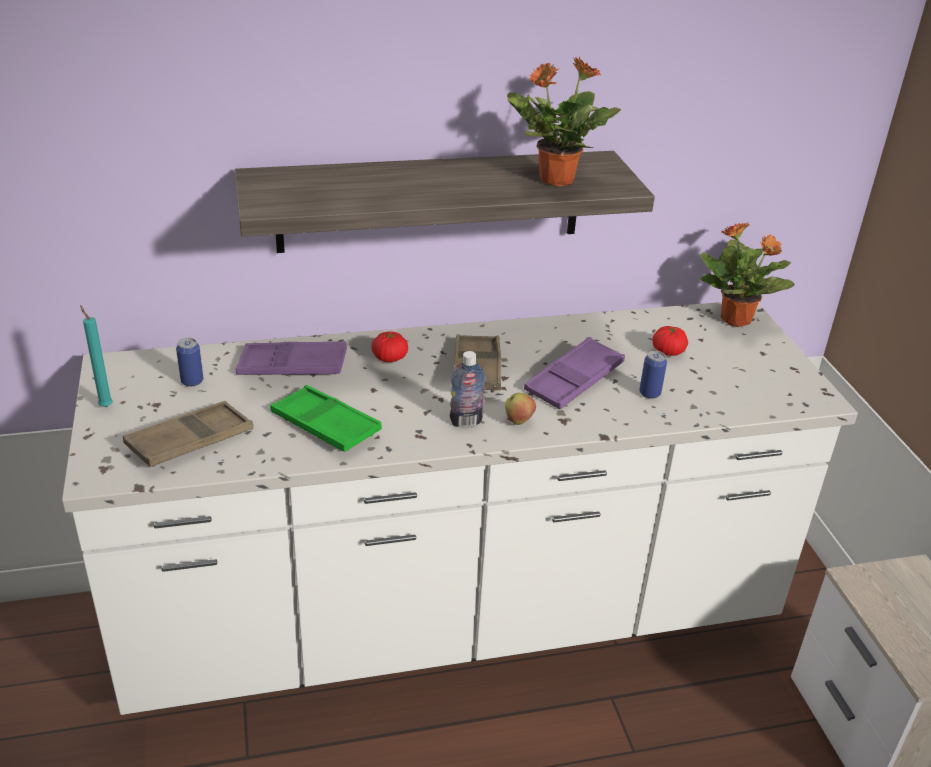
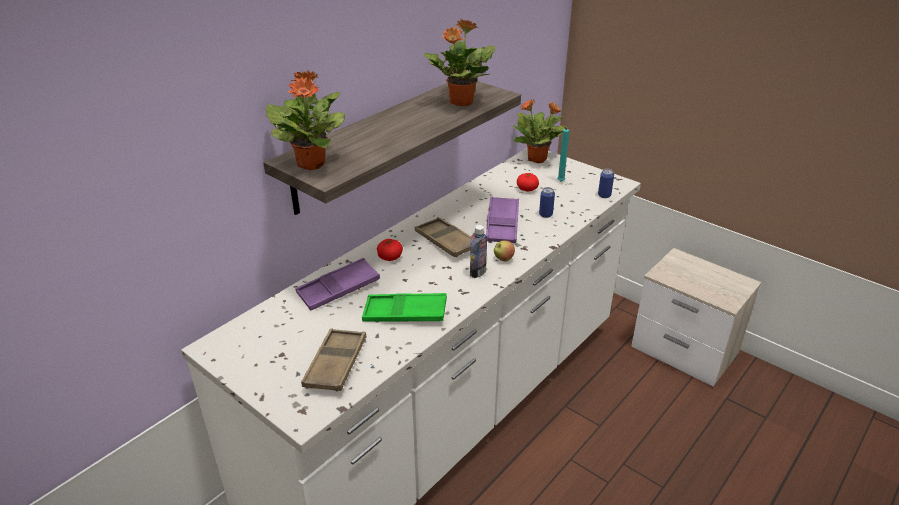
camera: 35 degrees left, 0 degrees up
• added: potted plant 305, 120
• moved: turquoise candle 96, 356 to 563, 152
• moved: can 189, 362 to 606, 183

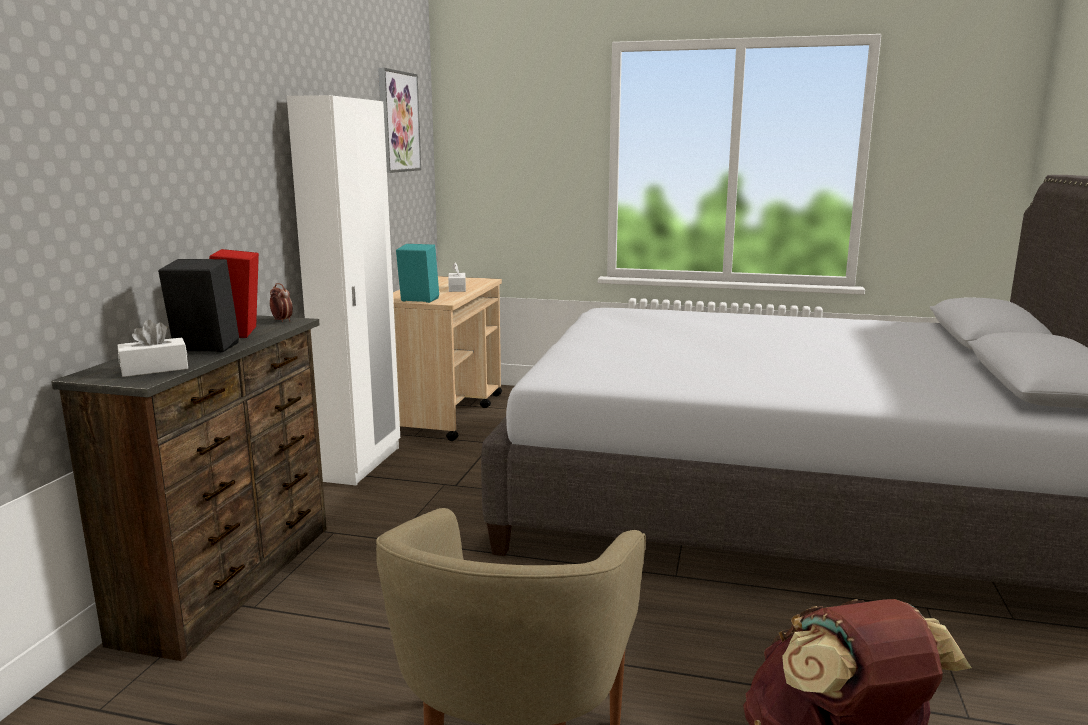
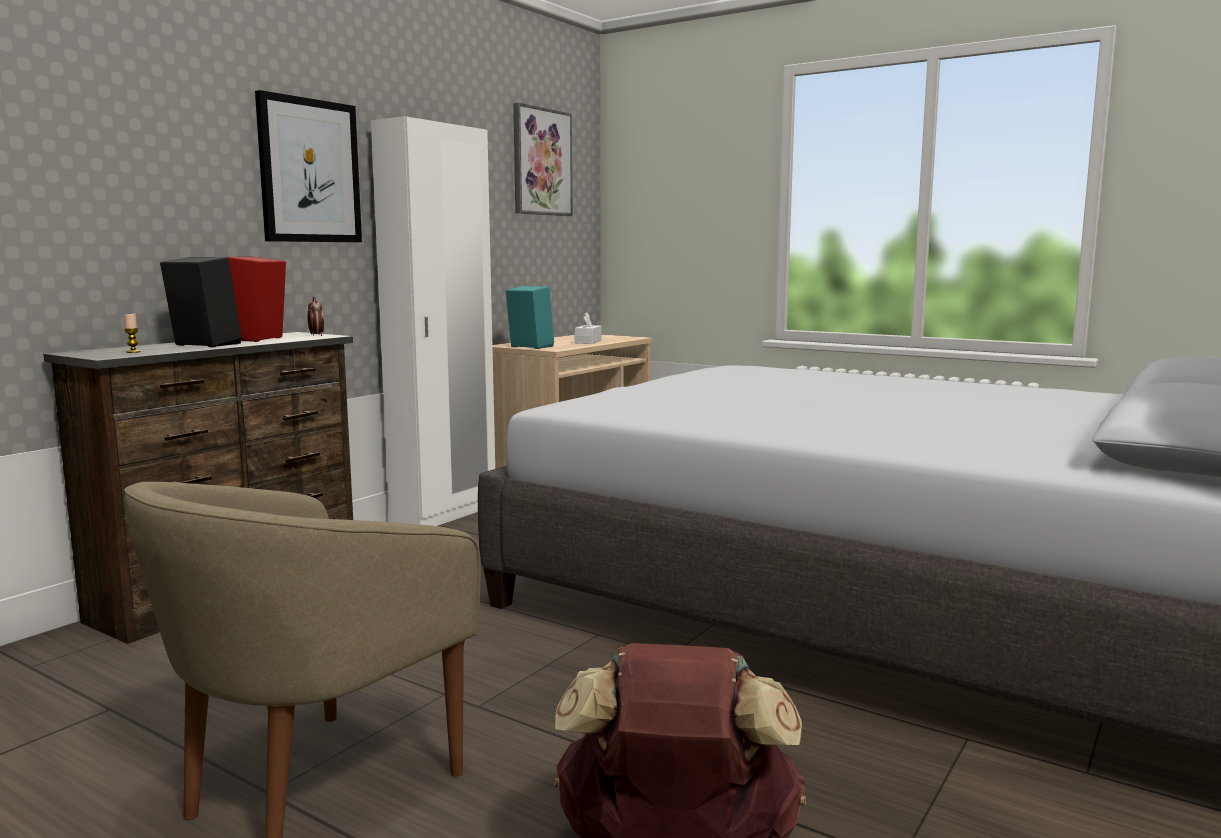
camera: 20 degrees right, 5 degrees down
• replaced: white tissue box 153, 348 to candle 132, 333
• added: picture 308, 166

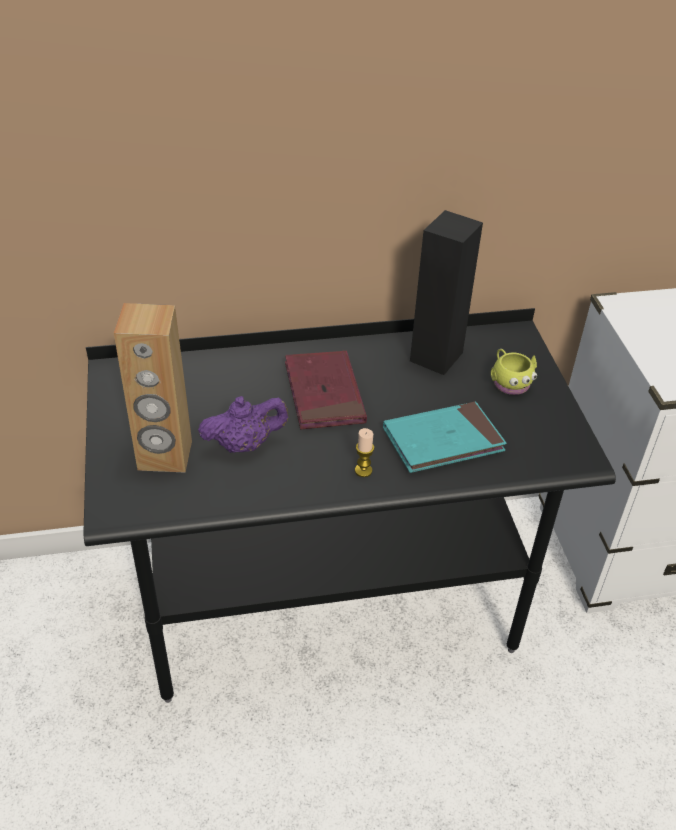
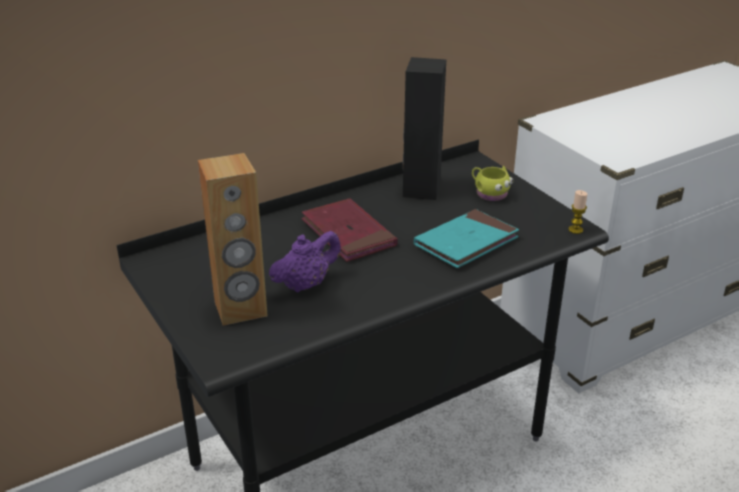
camera: 20 degrees left, 10 degrees down
• moved: candle 364, 452 to 577, 212

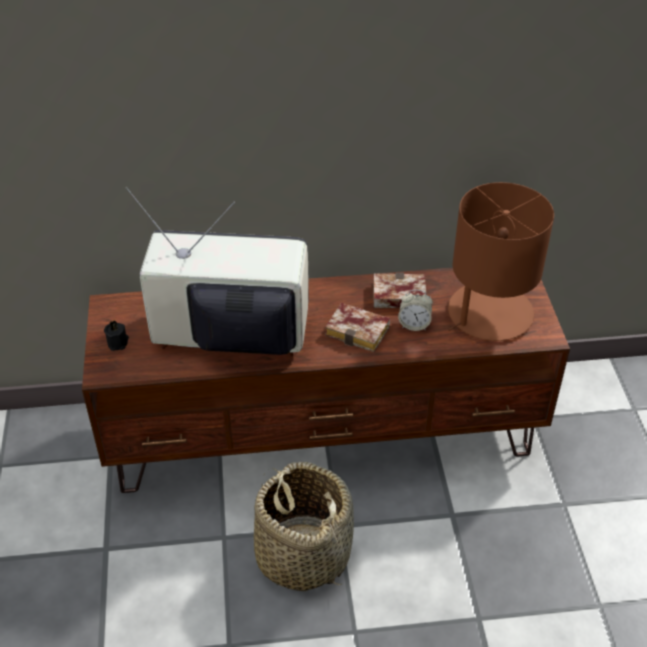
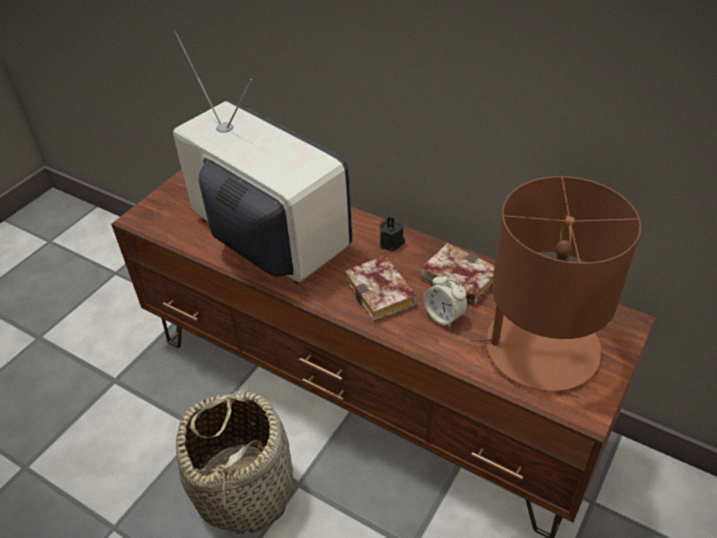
camera: 40 degrees right, 0 degrees up
• moved: black candle 116, 336 to 392, 234

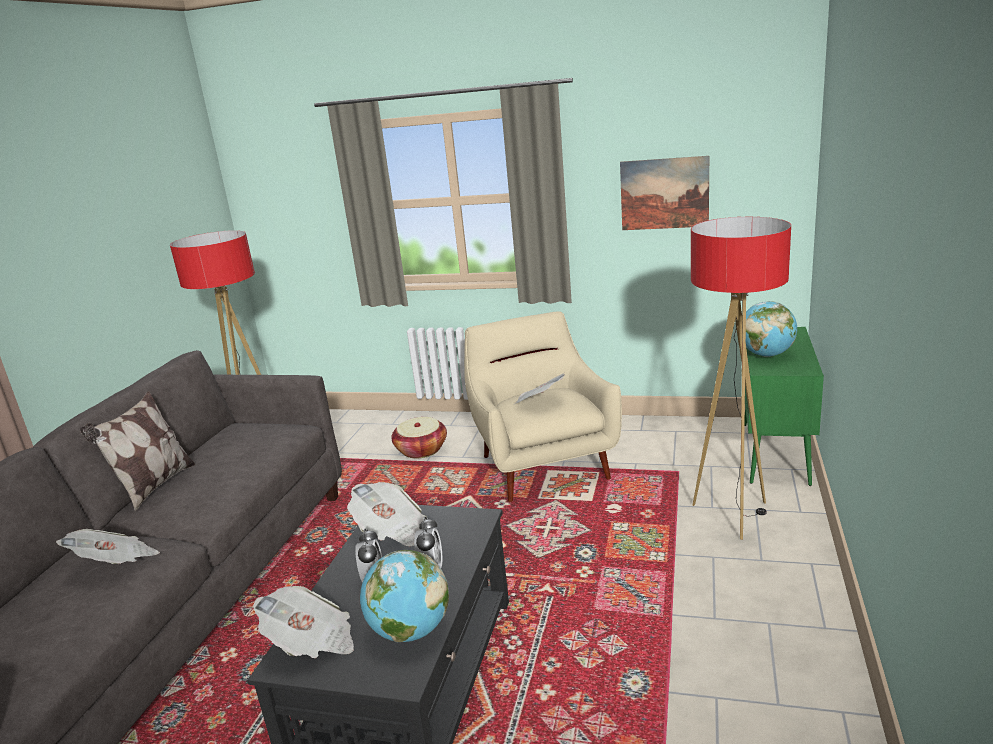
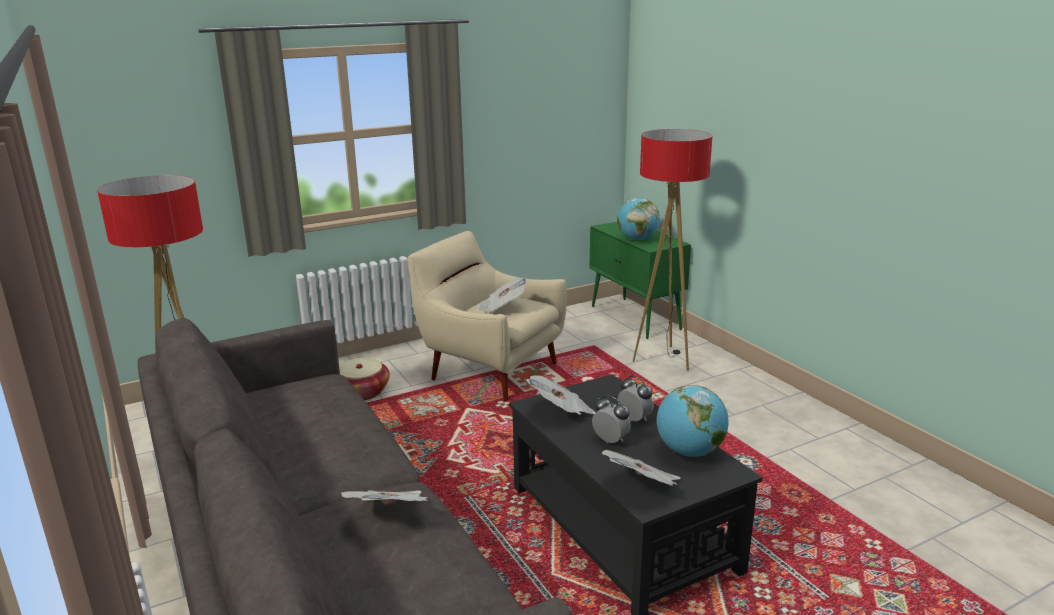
camera: 45 degrees left, 0 degrees up
• removed: pillow 137, 451
• removed: picture 664, 193

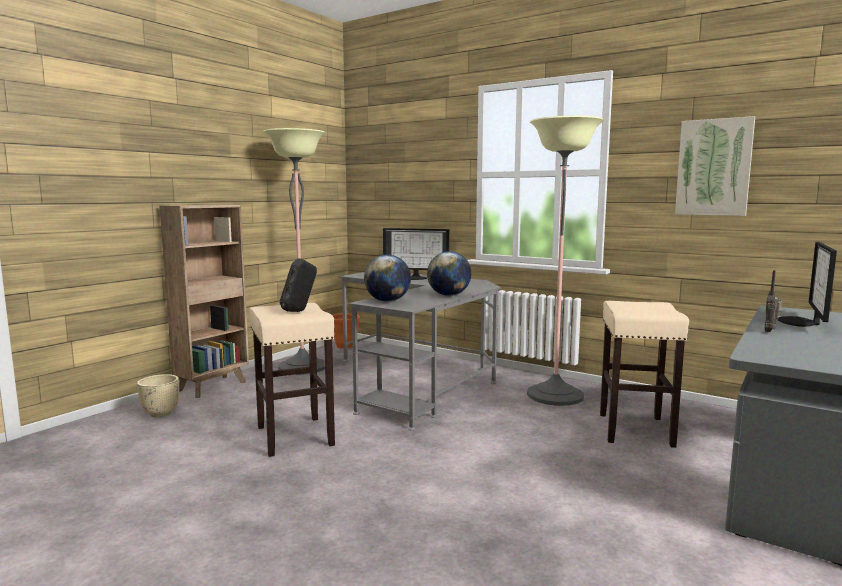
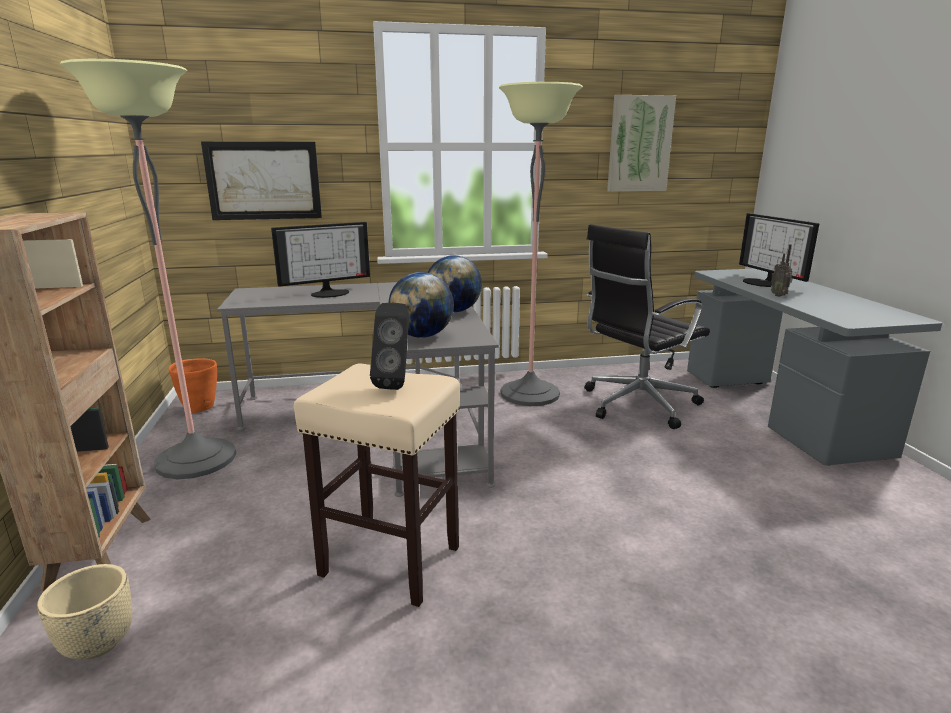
camera: 45 degrees left, 10 degrees up
• added: picture 261, 181
• replaced: beige stool 644, 374 to black office chair 647, 326

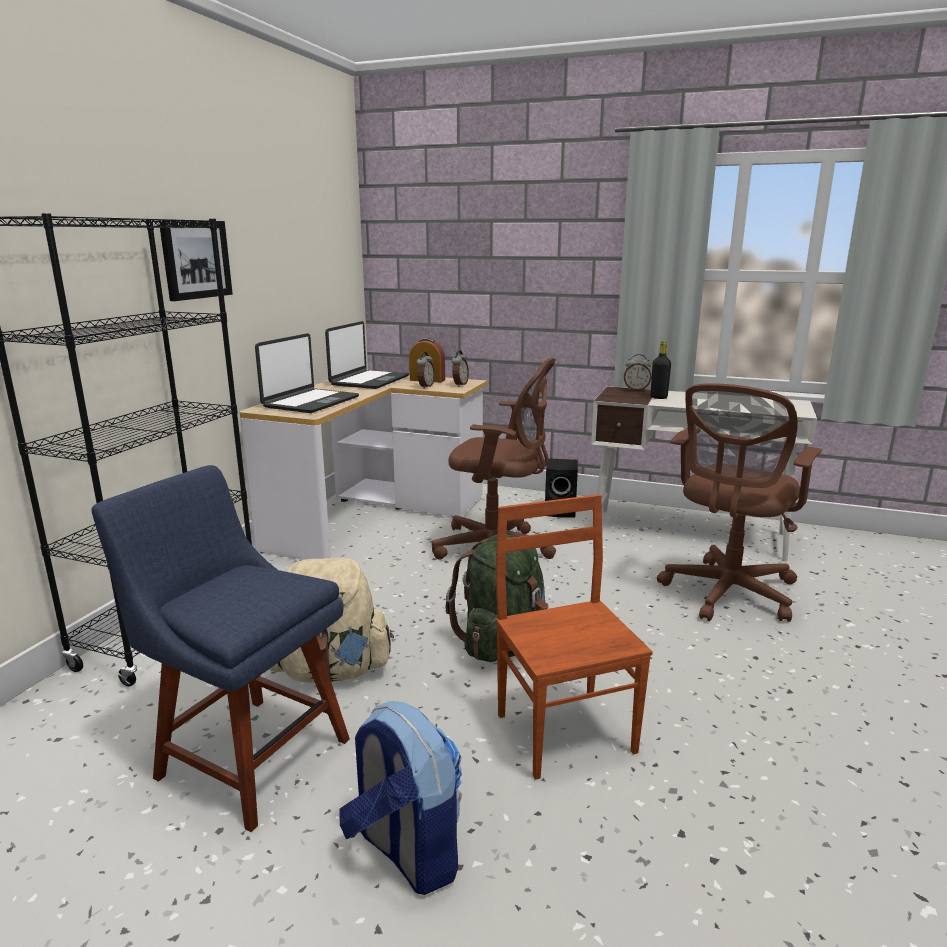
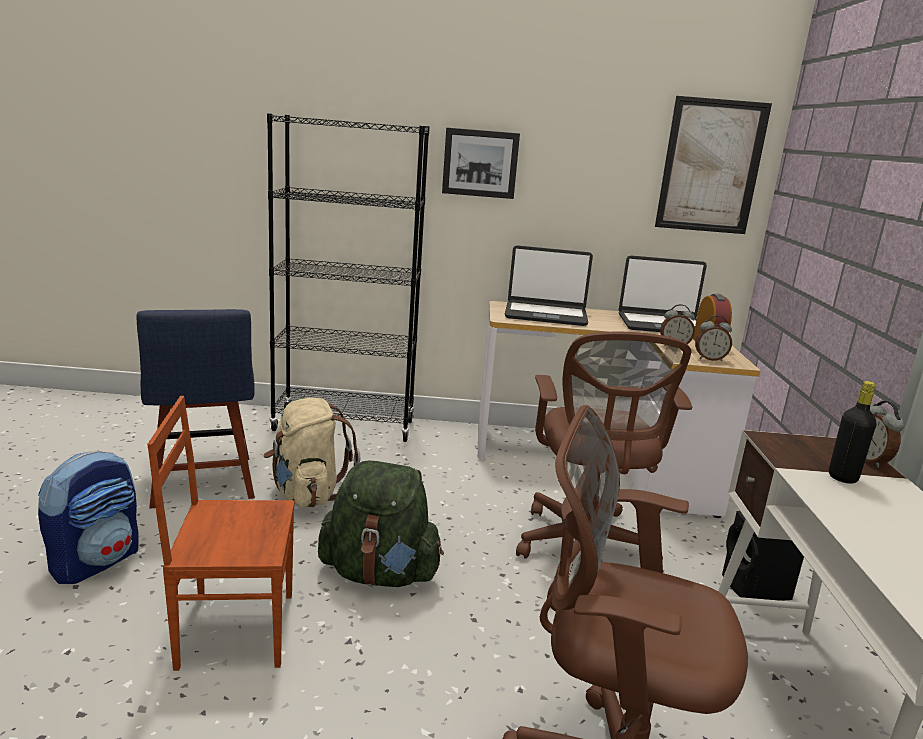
camera: 70 degrees right, 0 degrees up
• turned: blue chair 221, 648 = 196, 409 150 degrees clockwise
• turned: brown chair 574, 637 = 221, 533 150 degrees counterclockwise
• added: picture 713, 165

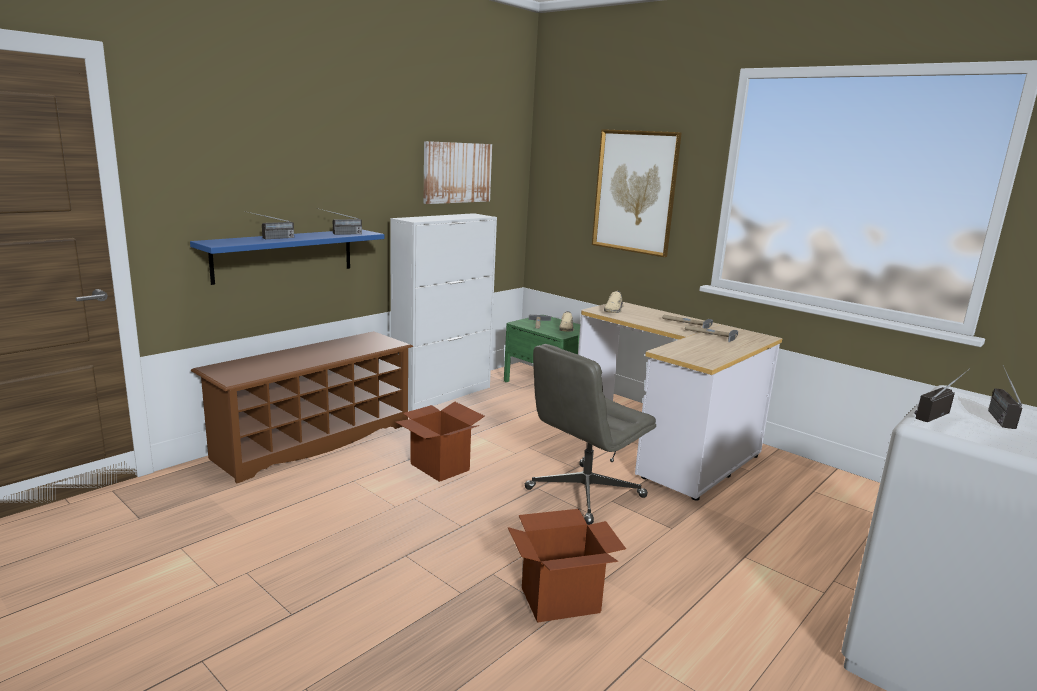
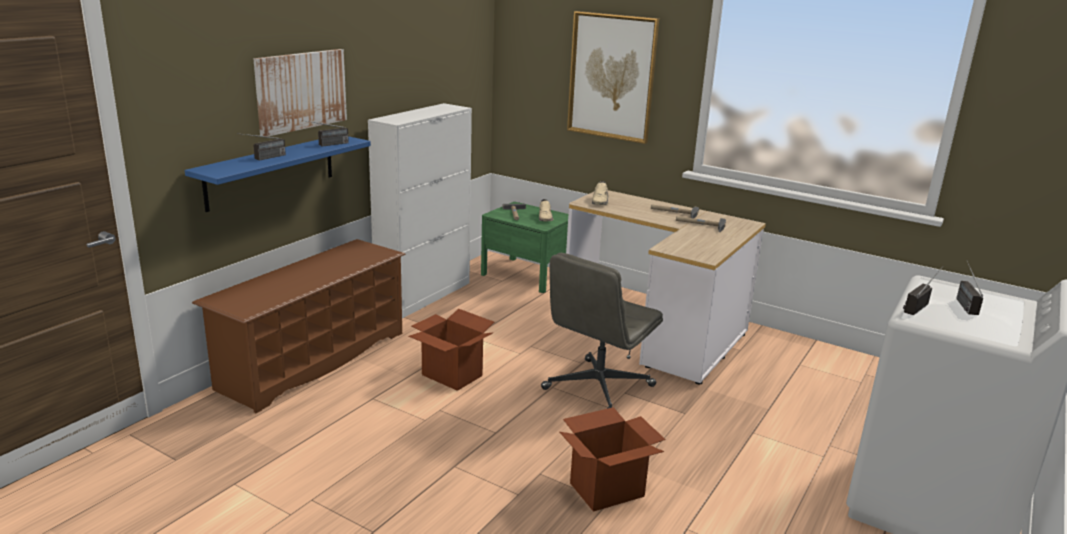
camera: 10 degrees left, 5 degrees up
• moved: picture 457, 172 to 300, 93

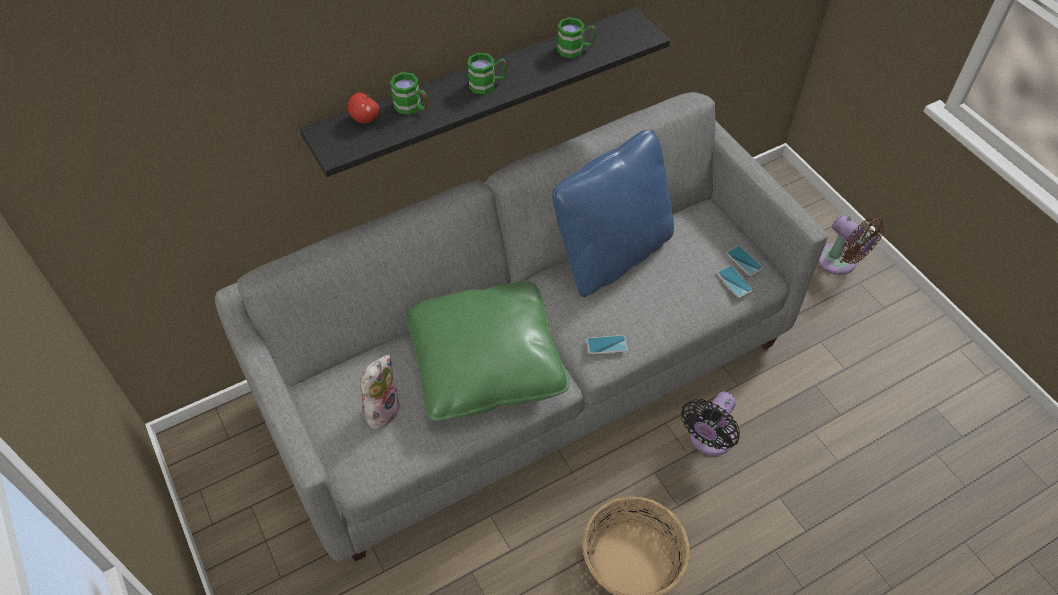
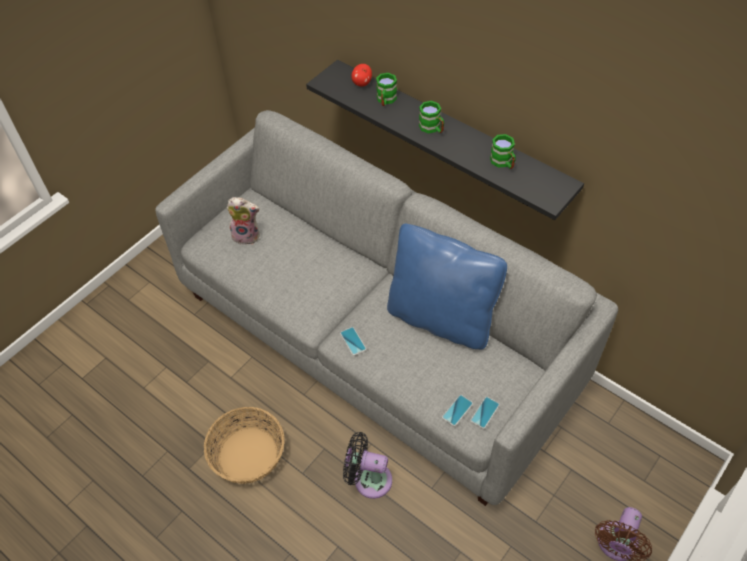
camera: 70 degrees right, 0 degrees up
• removed: green pillow 487, 351

